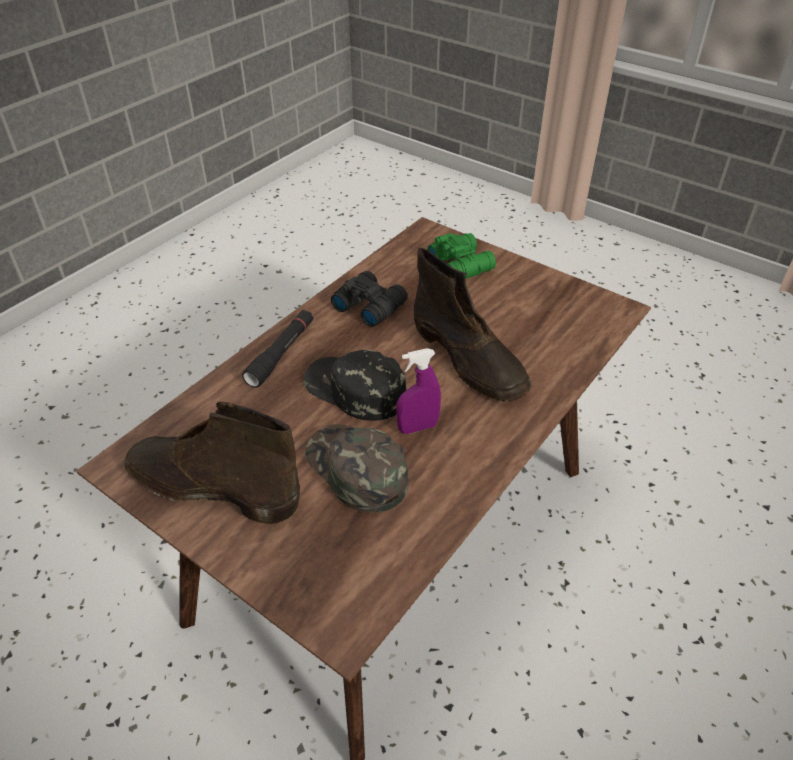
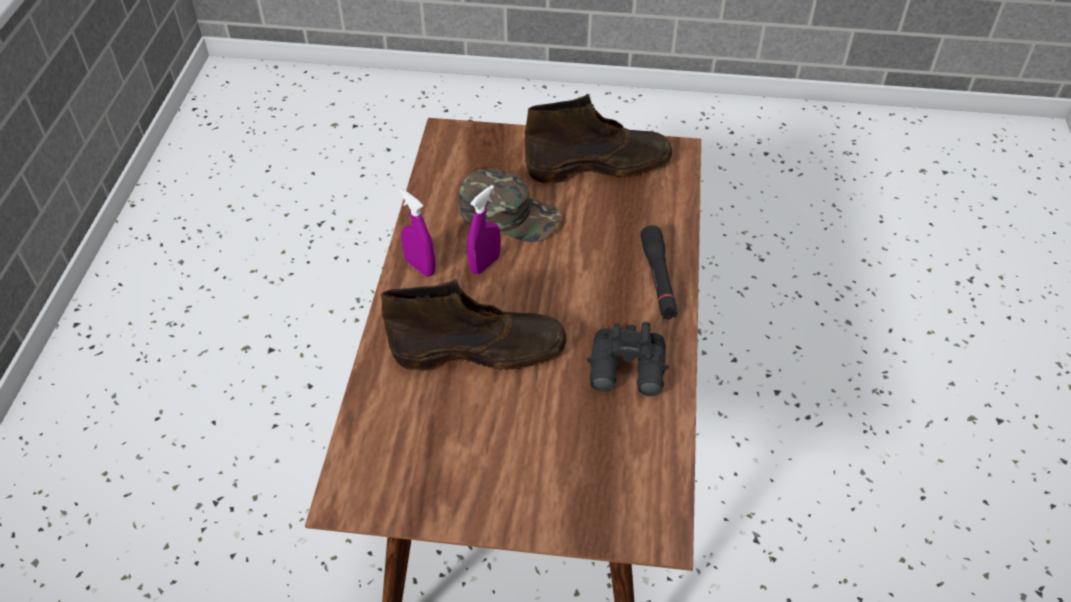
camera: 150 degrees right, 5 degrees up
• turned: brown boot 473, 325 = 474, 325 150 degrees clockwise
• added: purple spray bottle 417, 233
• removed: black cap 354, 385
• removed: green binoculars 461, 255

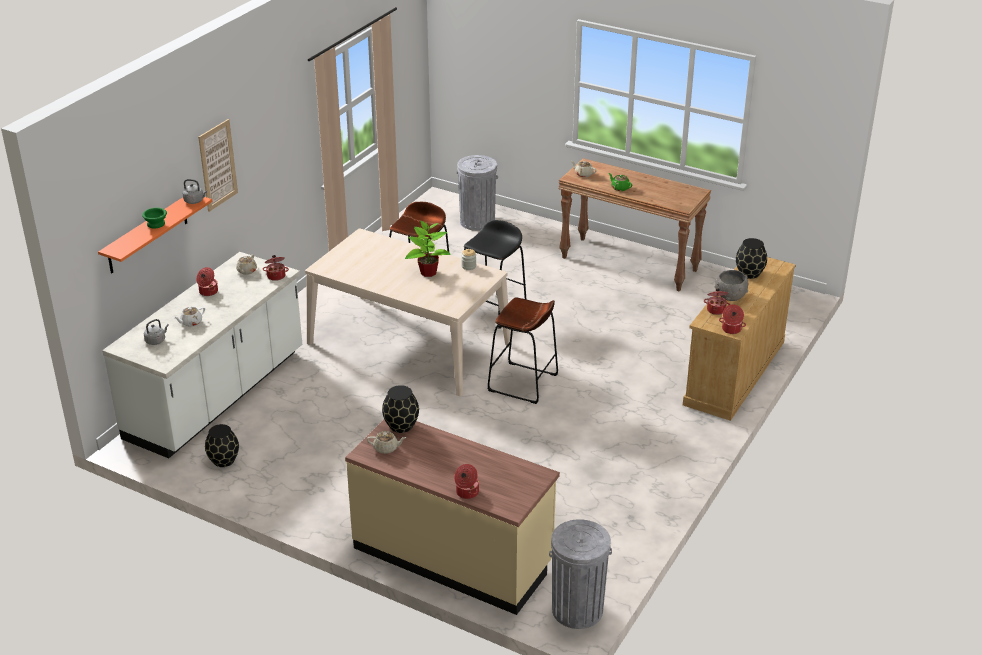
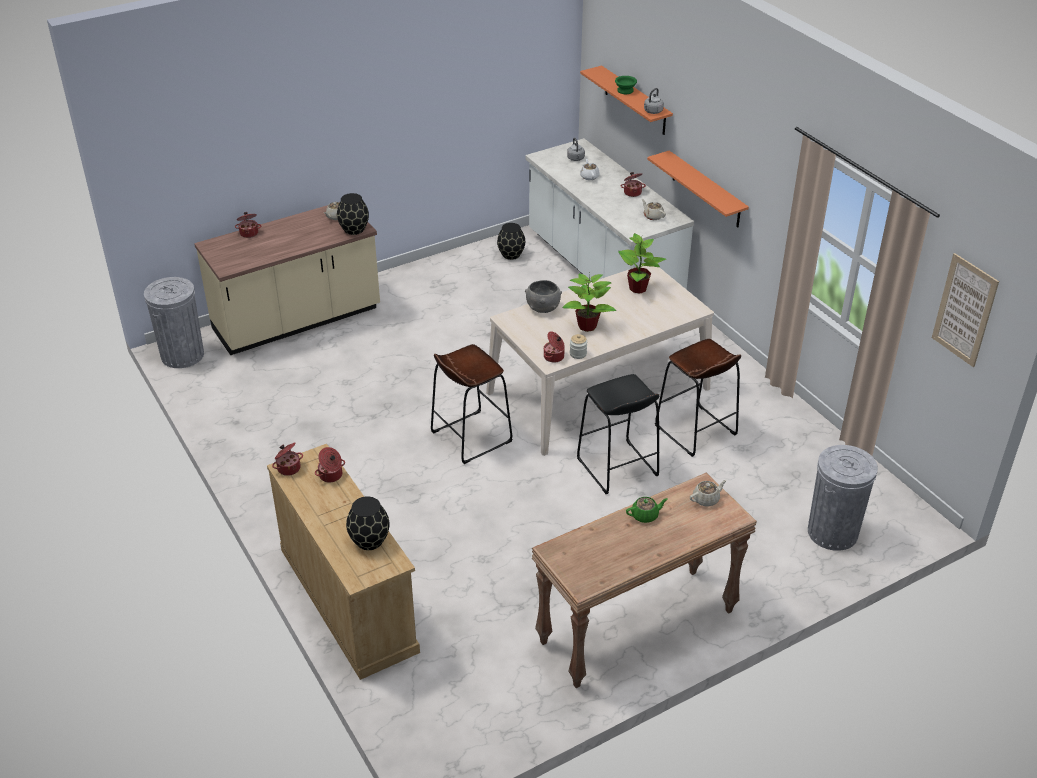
camera: 120 degrees right, 5 degrees up
• moved: grey bowl 731, 285 to 543, 296
• moved: cooking pot 276, 268 to 554, 346
• added: potted plant 642, 263
• added: orange shelf 698, 189
• moved: picture 218, 165 to 965, 310

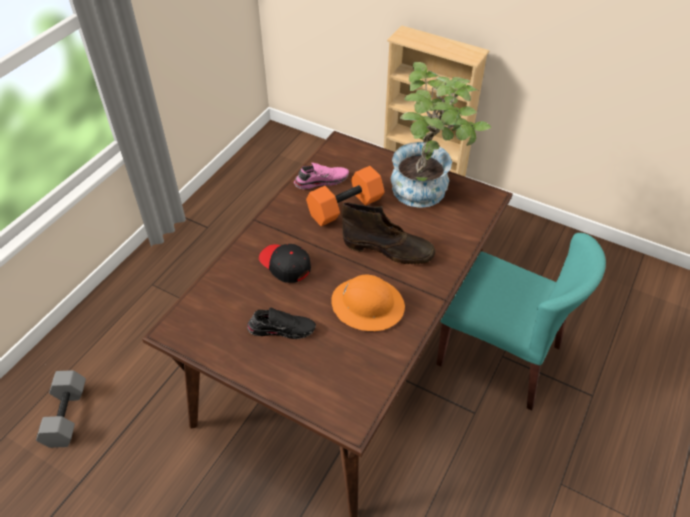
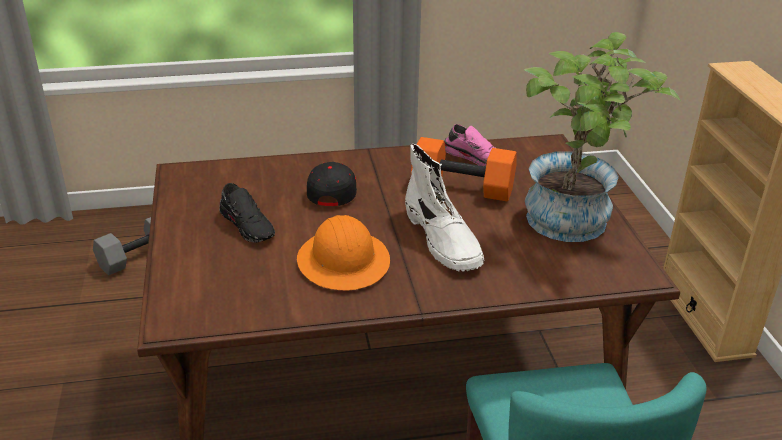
camera: 50 degrees right, 15 degrees down
• recoloured: brown boot 388, 233 to white boot 444, 208

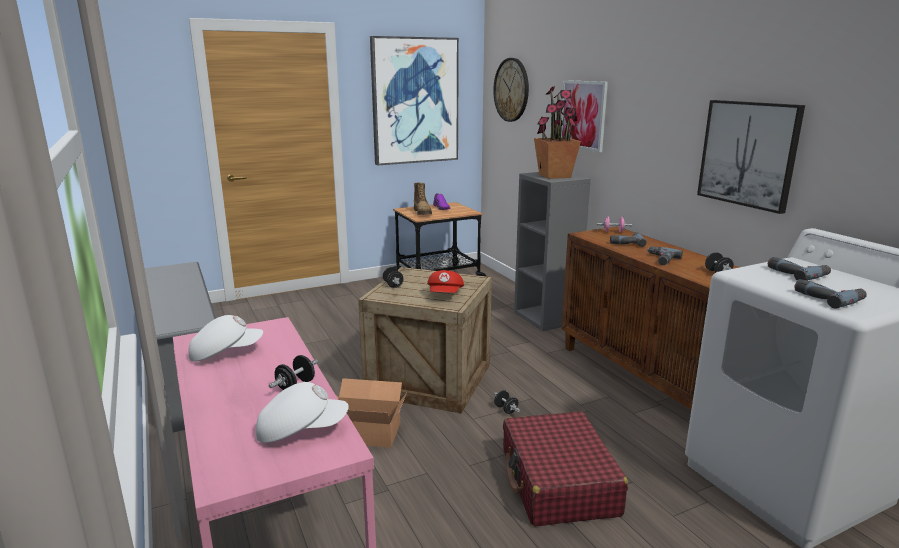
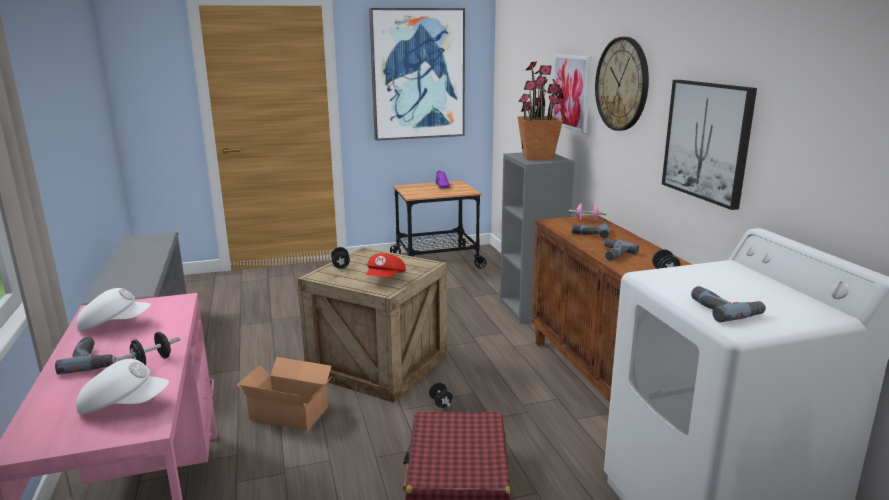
camera: 10 degrees right, 0 degrees up
• moved: power drill 799, 269 to 86, 356
• moved: wall clock 511, 90 to 622, 84
• removed: boot 423, 199

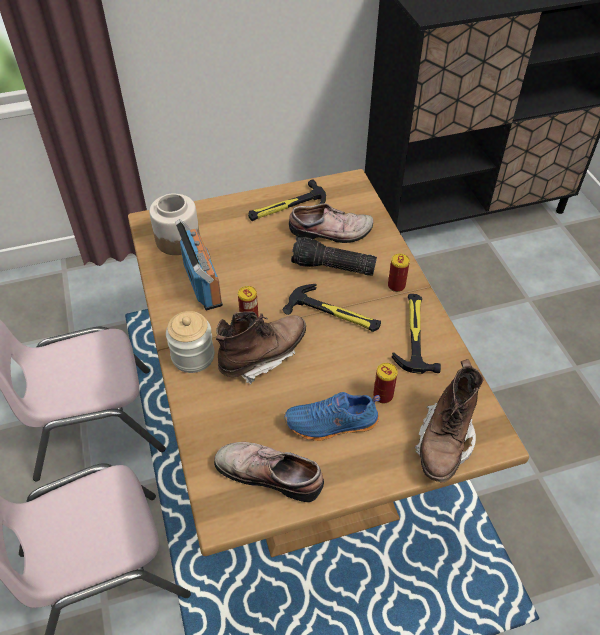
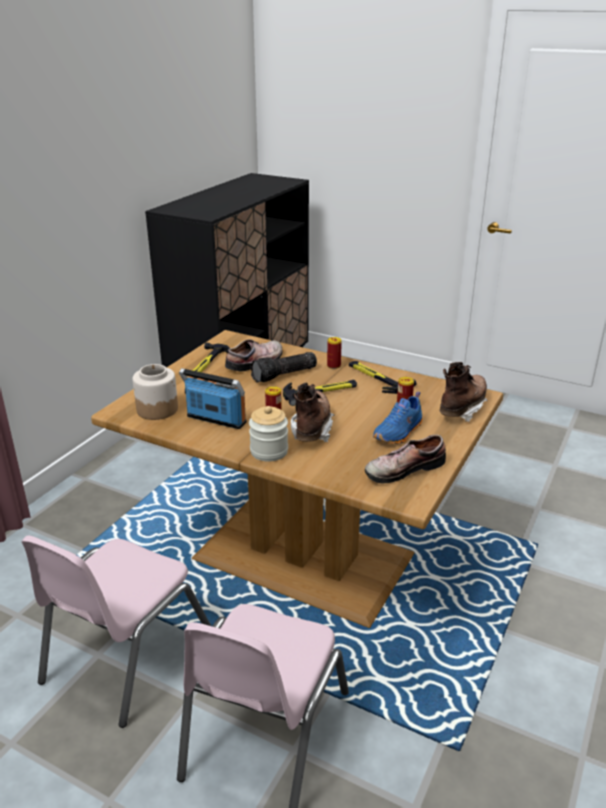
camera: 45 degrees left, 20 degrees down
• turned: brown boot 449, 421 = 464, 392 120 degrees counterclockwise

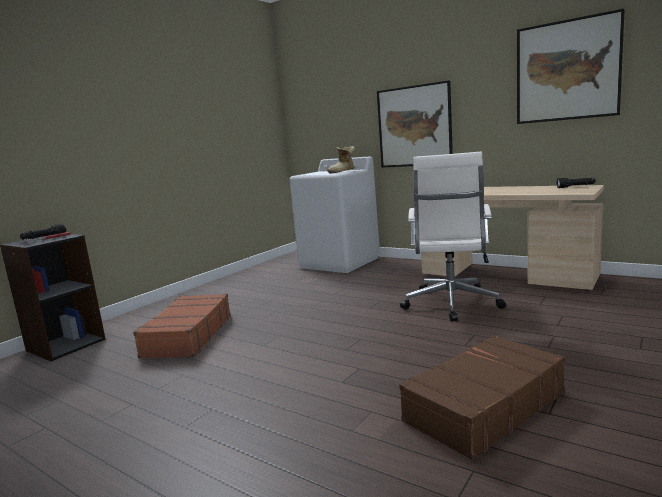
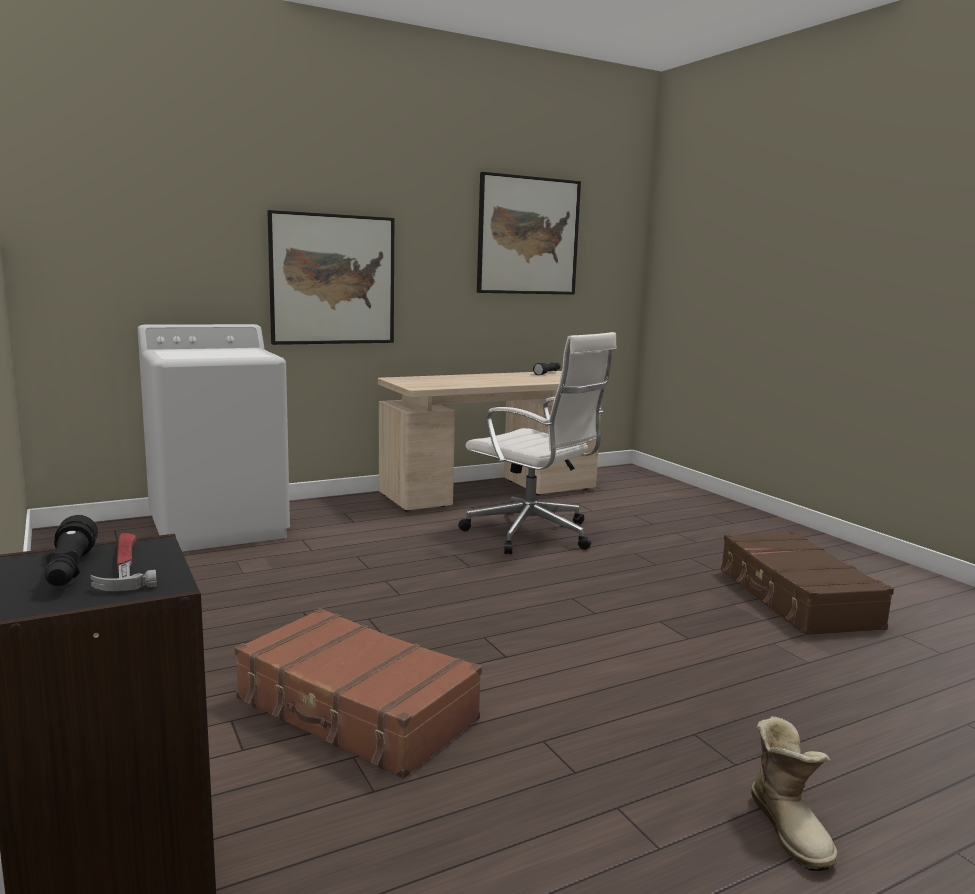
camera: 65 degrees left, 0 degrees up
• moved: boot 341, 160 to 794, 793

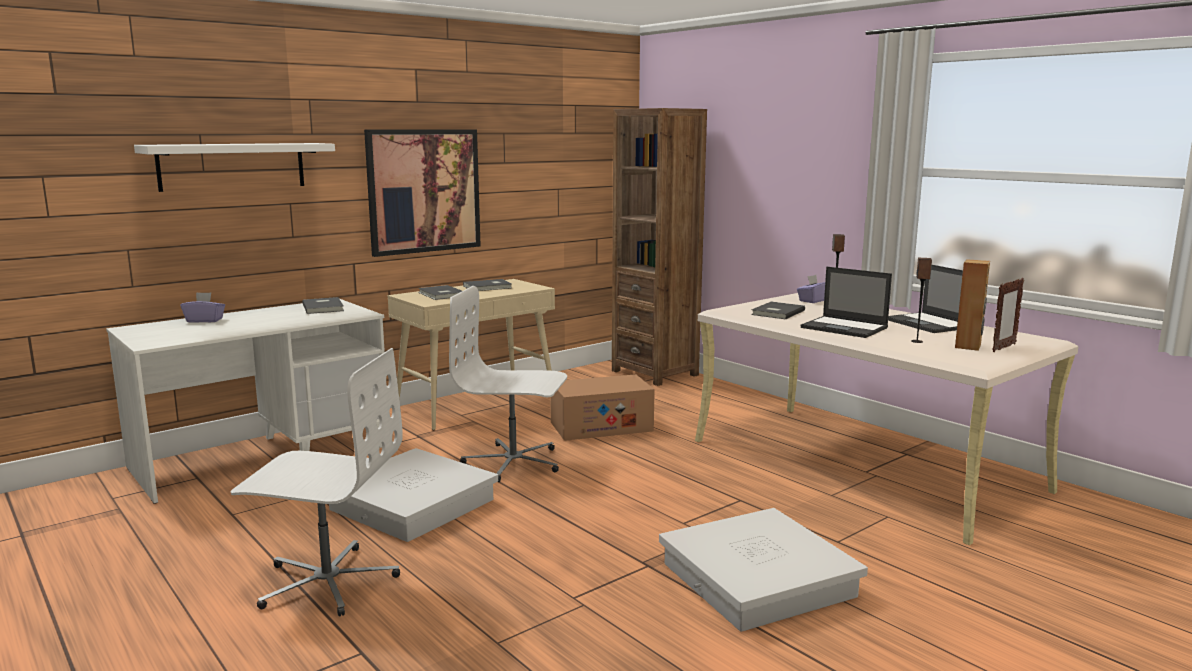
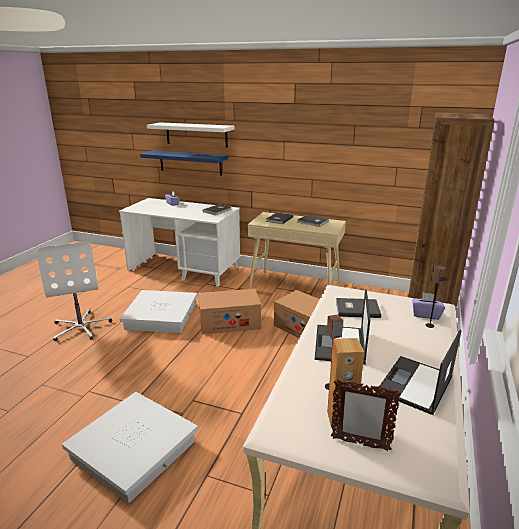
camera: 60 degrees right, 10 degrees up
• added: blue shelf 184, 163
• replaced: white office chair 508, 384 to cardboard box 230, 311
• removed: picture 422, 193

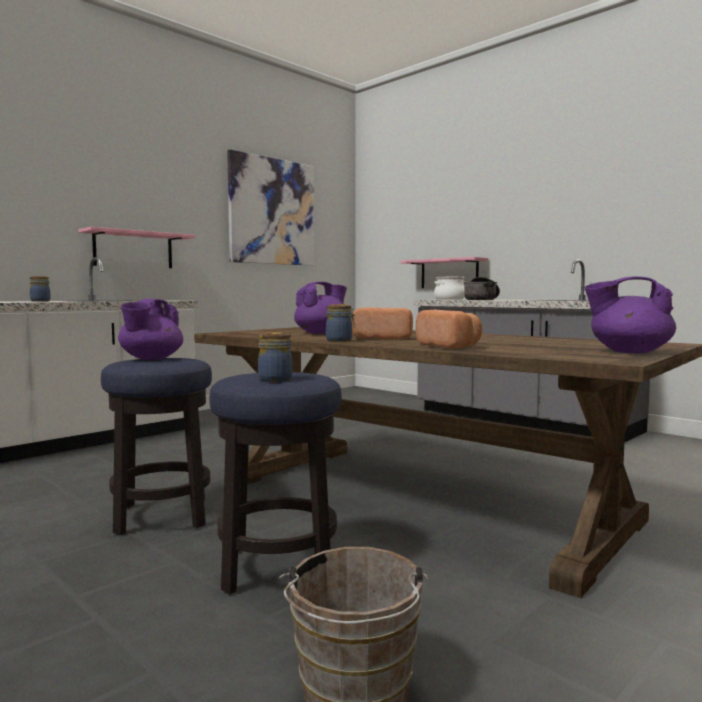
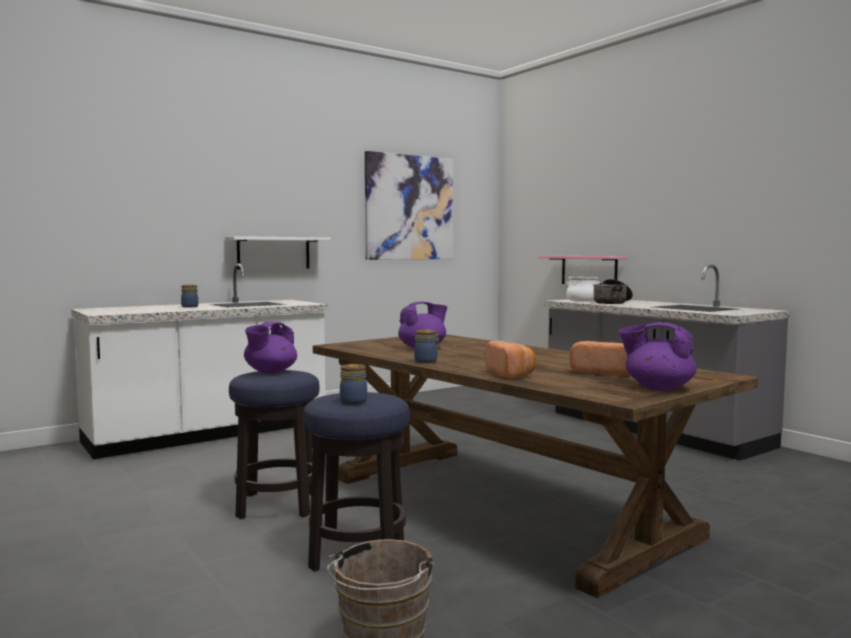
camera: 10 degrees right, 0 degrees up
• recoloured: pink shelf 136, 247 to white shelf 278, 253
• moved: bread 382, 323 to 599, 358

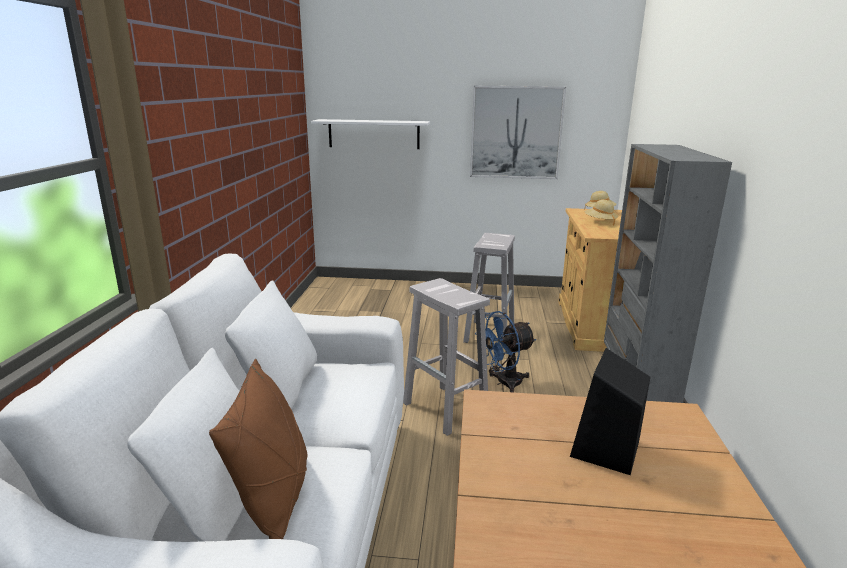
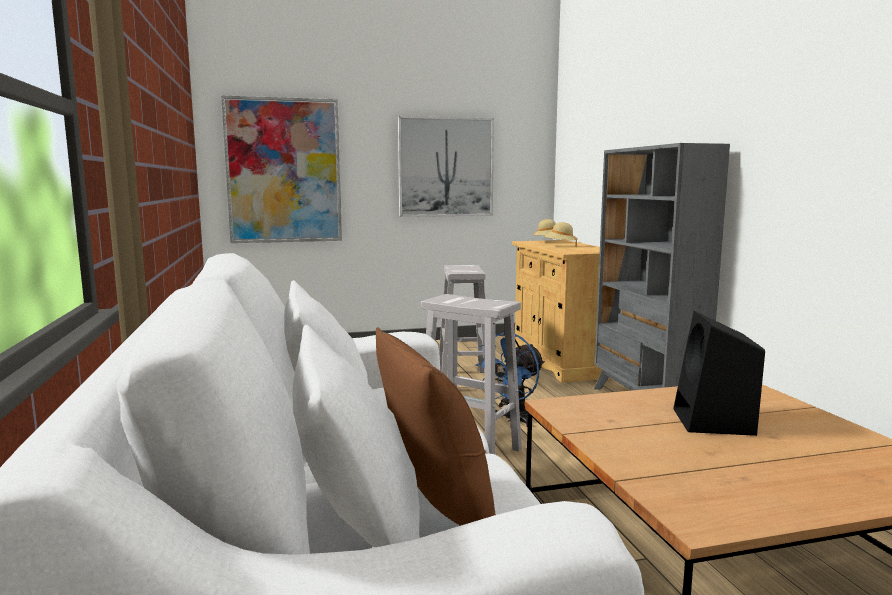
camera: 20 degrees left, 10 degrees down
• replaced: white shelf 370, 134 to picture 281, 169

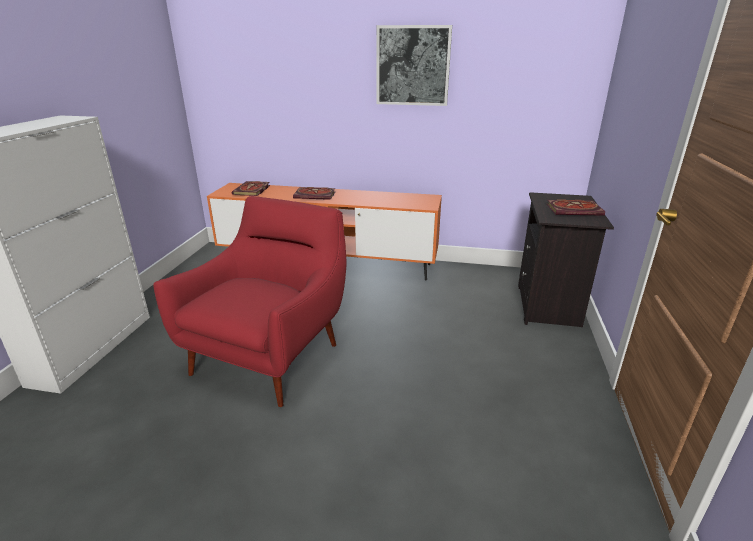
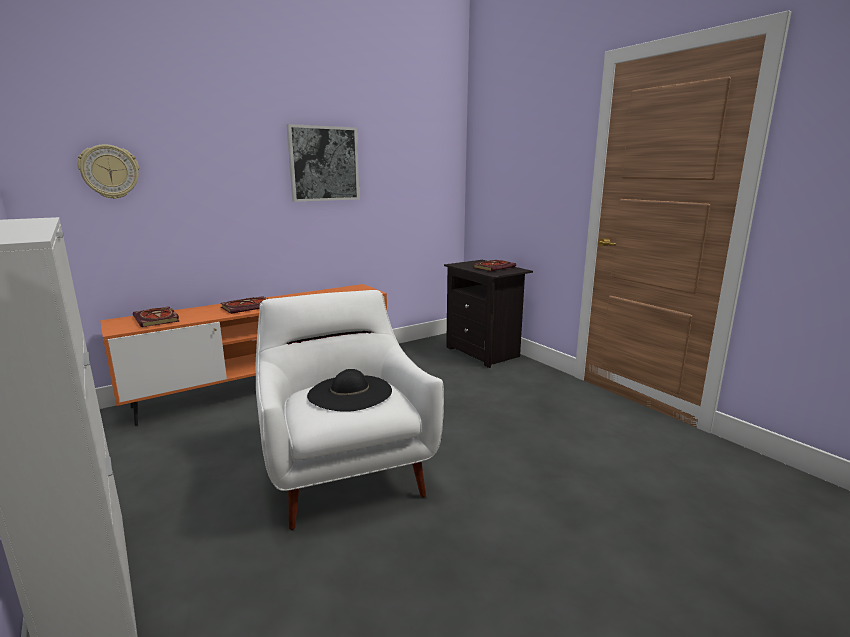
camera: 45 degrees left, 10 degrees down
• added: wall clock 108, 171
• recoloured: red armchair 250, 301 to white armchair 350, 410
• added: black hat 349, 390

